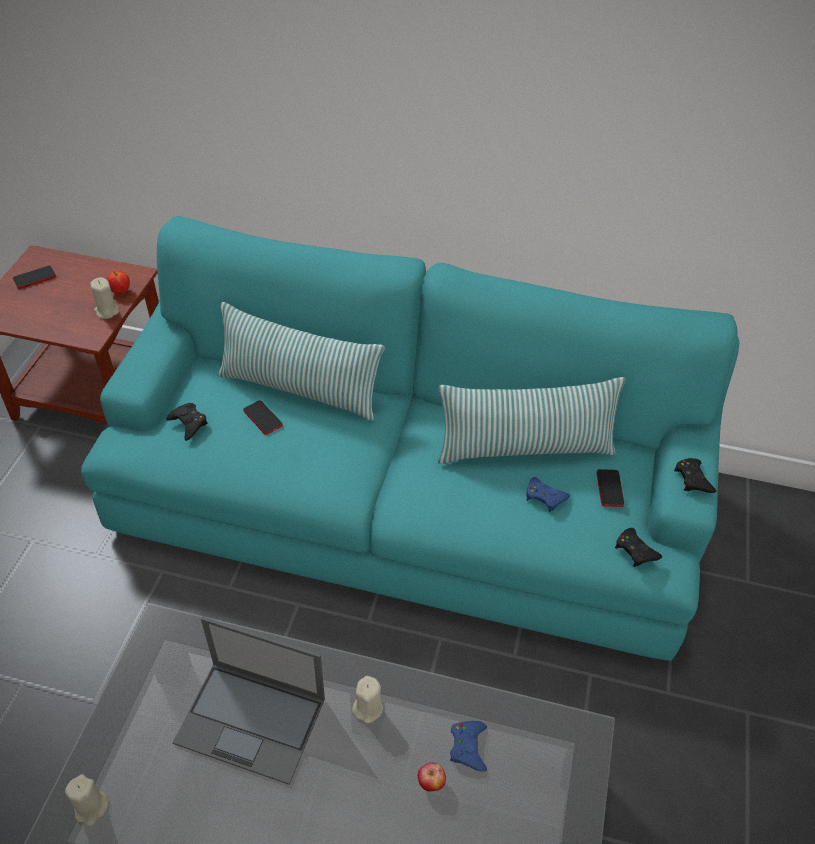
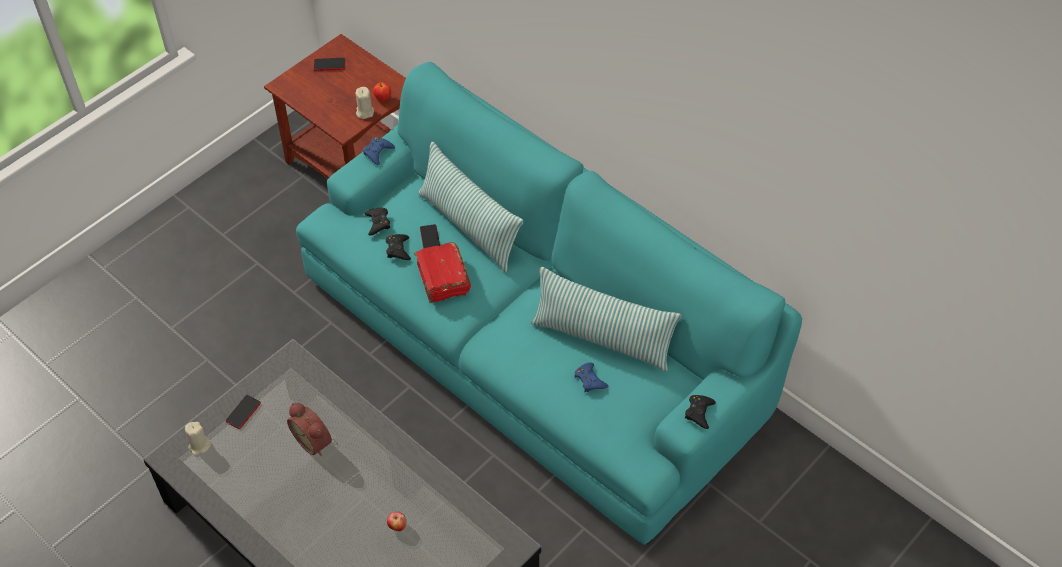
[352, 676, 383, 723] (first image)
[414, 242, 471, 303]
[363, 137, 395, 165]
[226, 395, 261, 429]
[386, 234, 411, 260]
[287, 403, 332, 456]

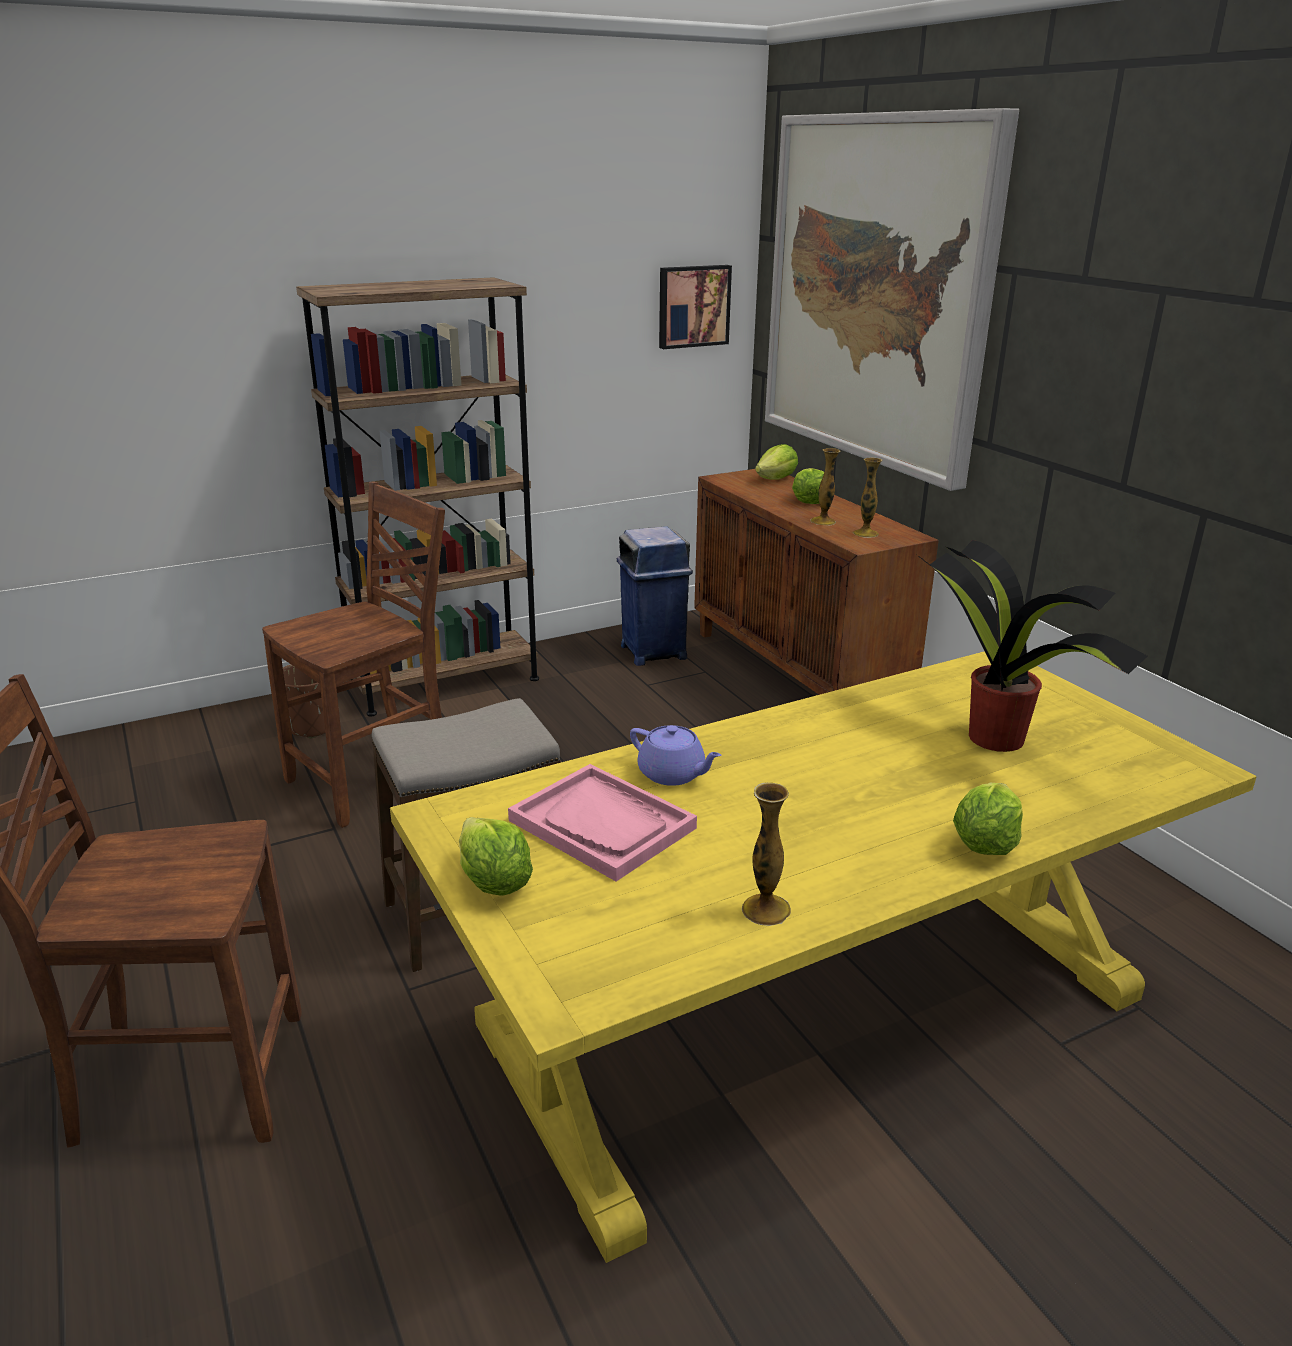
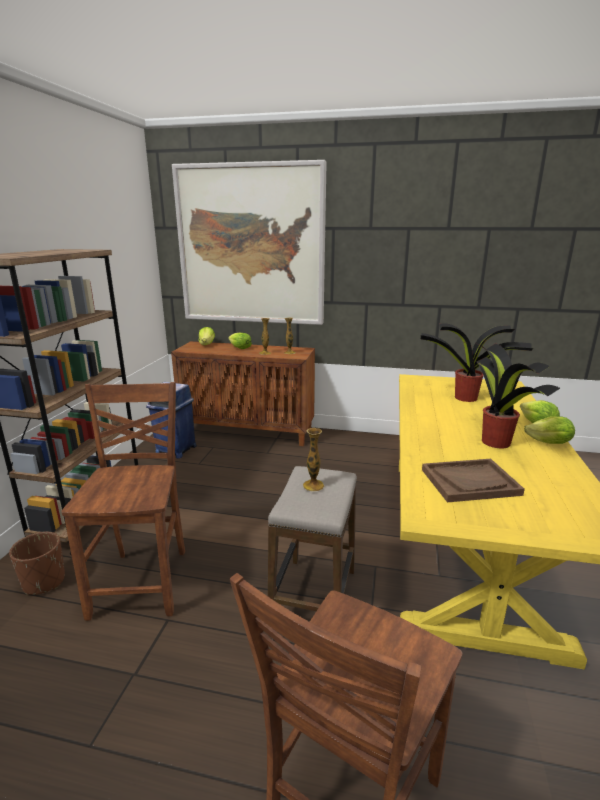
[630, 725, 721, 786] (first image)
[659, 265, 732, 349] (first image)
[477, 343, 560, 448]
[524, 416, 575, 444]
[303, 428, 325, 491]
[422, 459, 525, 502]

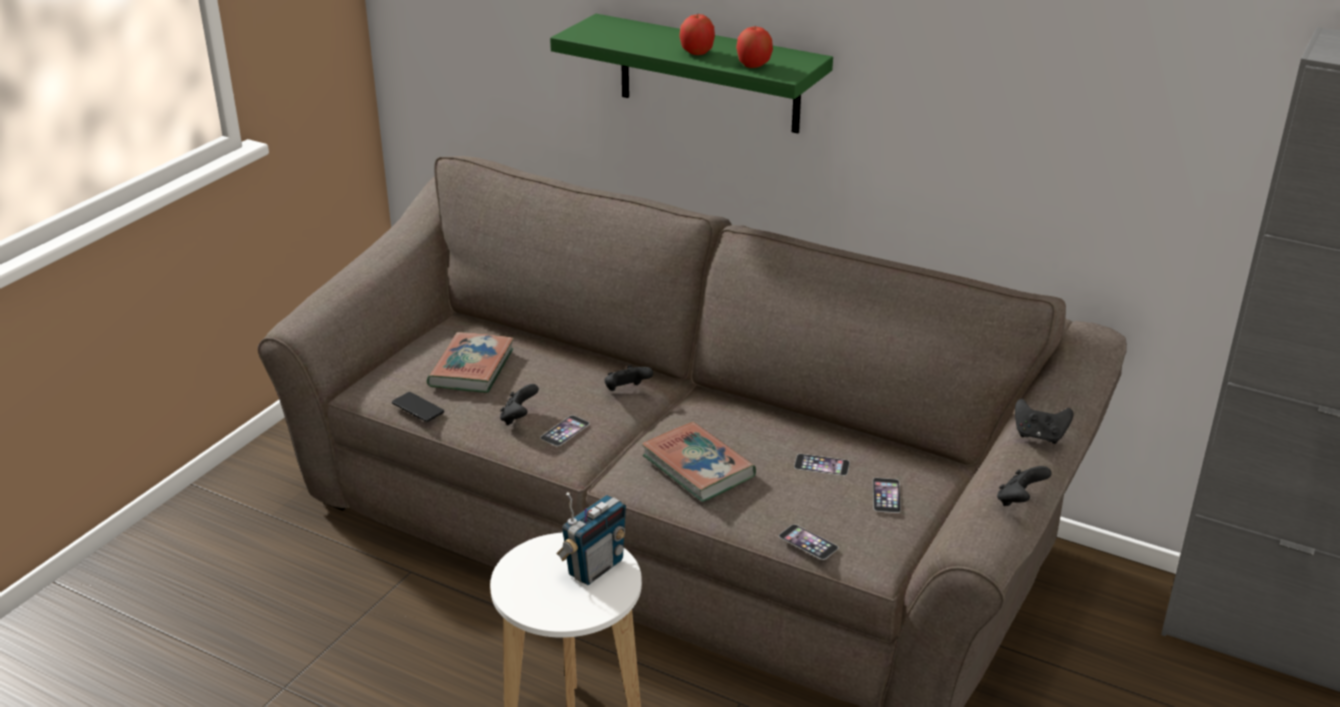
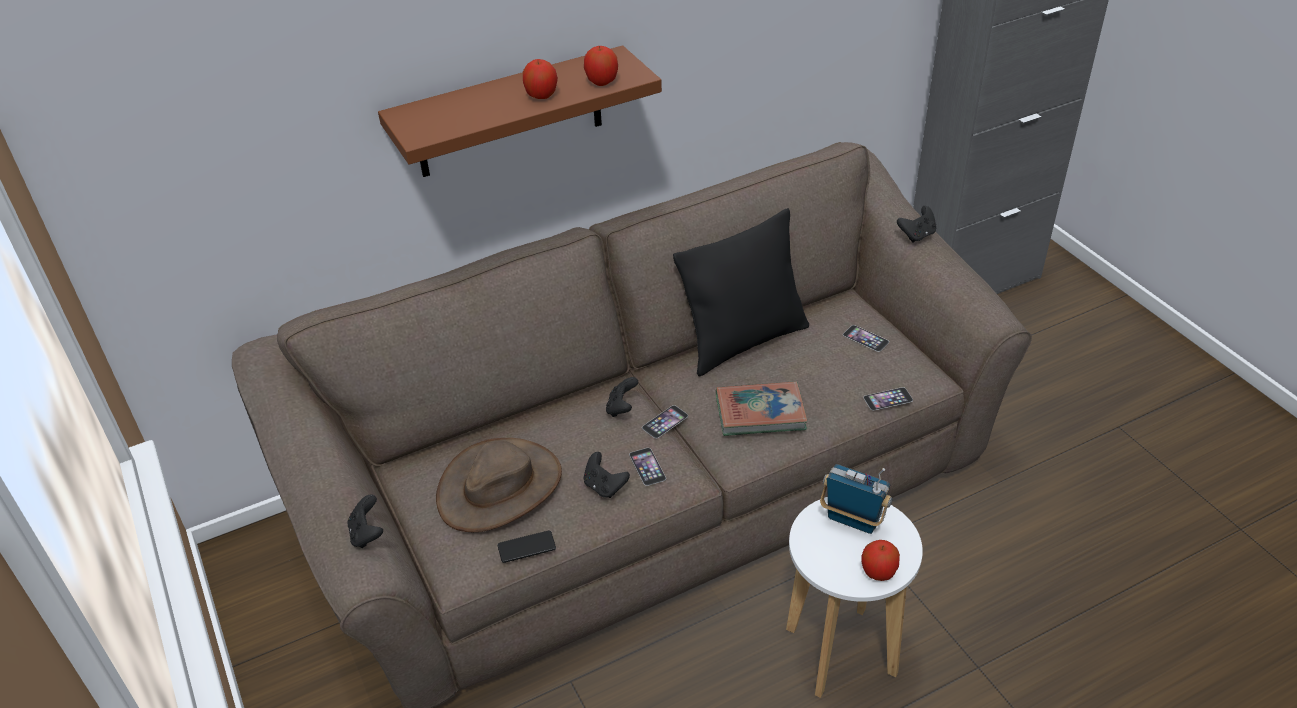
[673, 208, 809, 376]
[861, 540, 900, 581]
[642, 405, 688, 439]
[347, 494, 383, 548]
[436, 438, 562, 532]
[378, 45, 662, 177]
[820, 464, 893, 534]

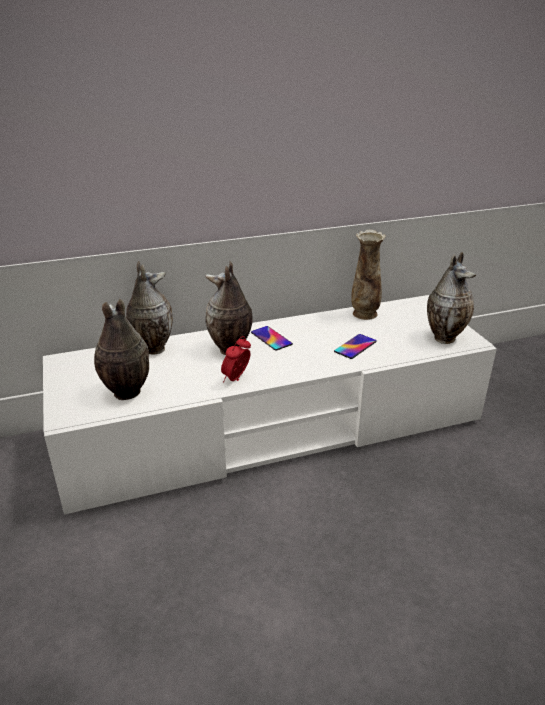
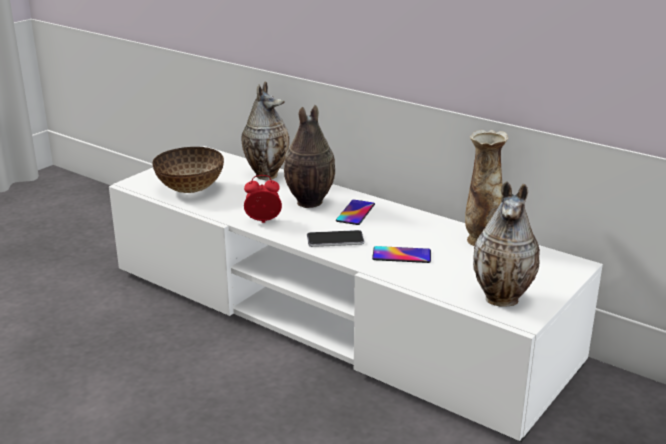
[307, 230, 365, 247]
[152, 147, 224, 193]

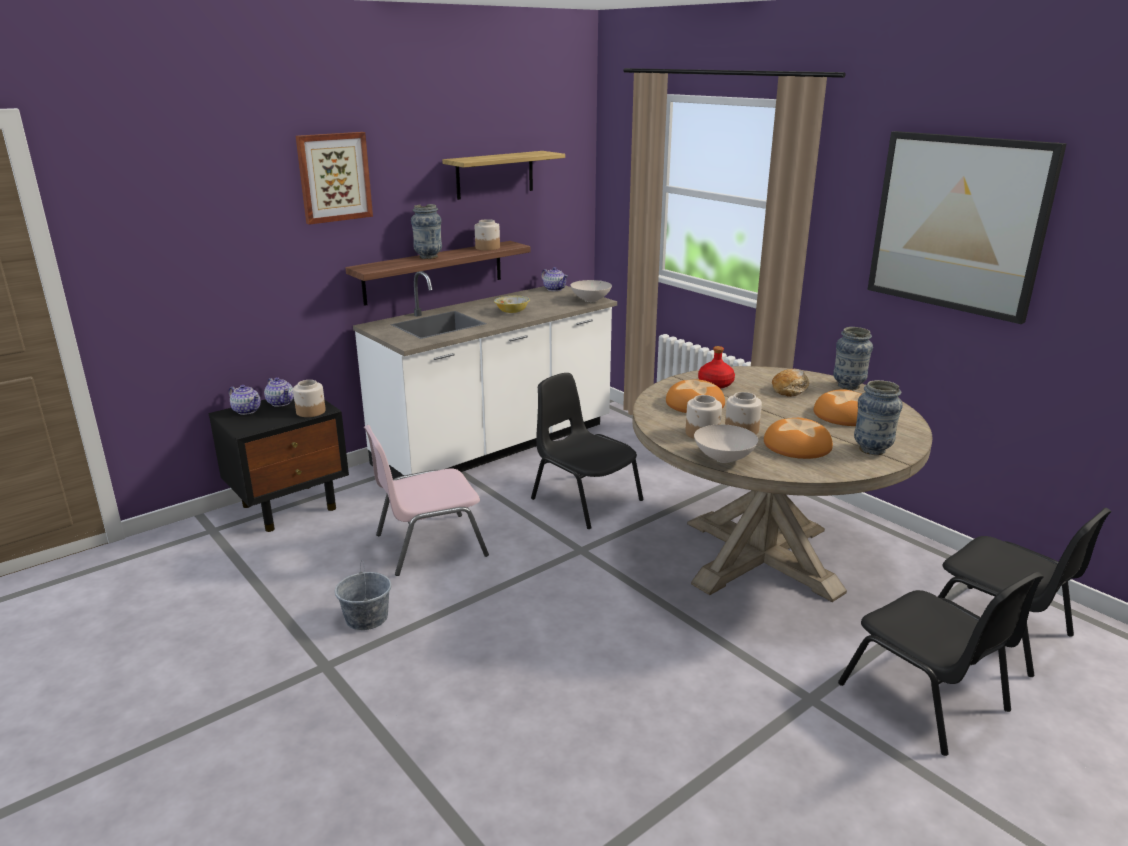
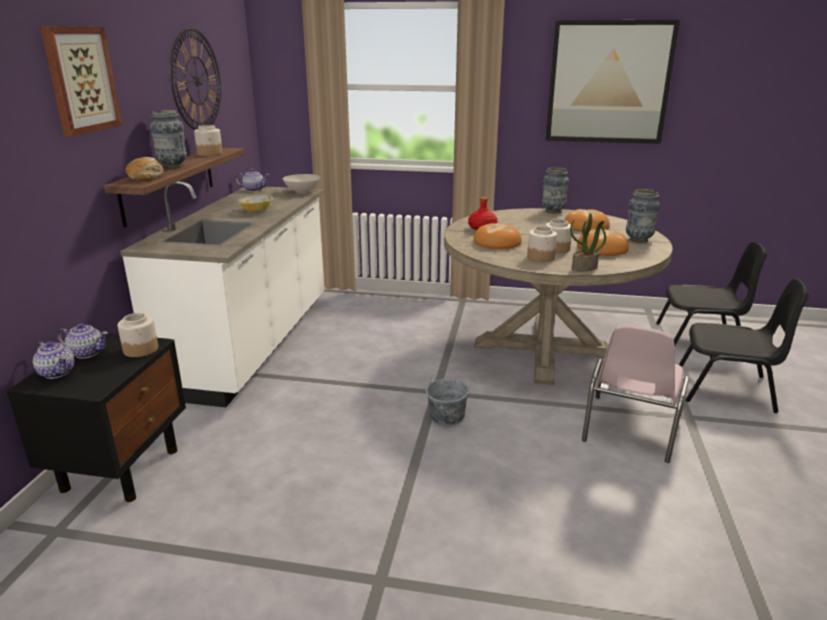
[531, 373, 643, 529] (first image)
[426, 368, 470, 426]
[582, 325, 689, 463]
[125, 157, 163, 181]
[170, 28, 221, 130]
[570, 213, 606, 272]
[33, 341, 75, 379]

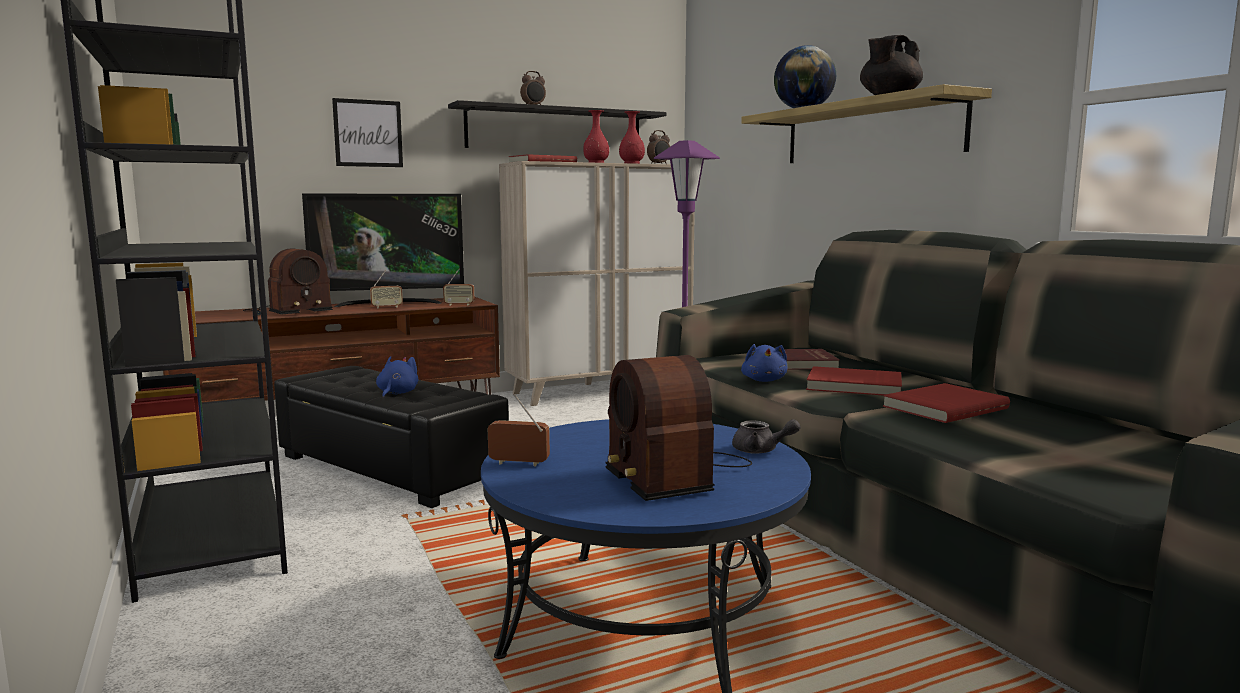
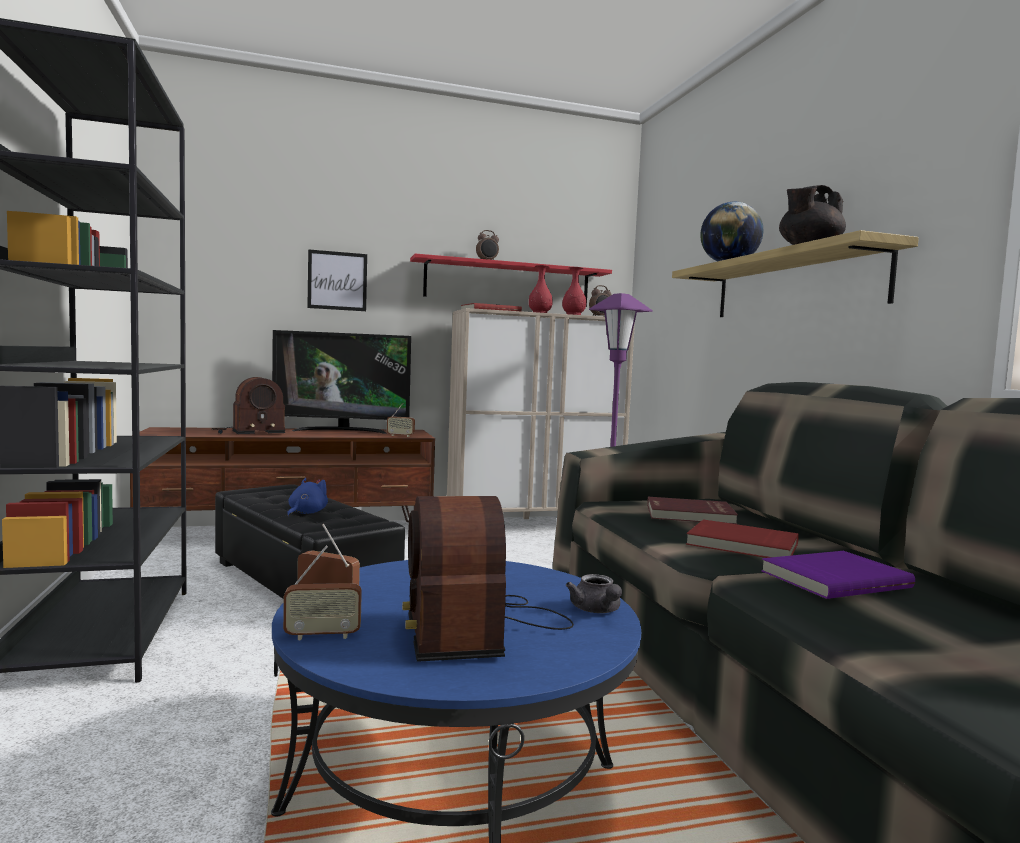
[741, 344, 787, 382] (first image)
[283, 546, 362, 640]
[410, 254, 612, 307]
[761, 551, 915, 599]
[566, 574, 622, 613]

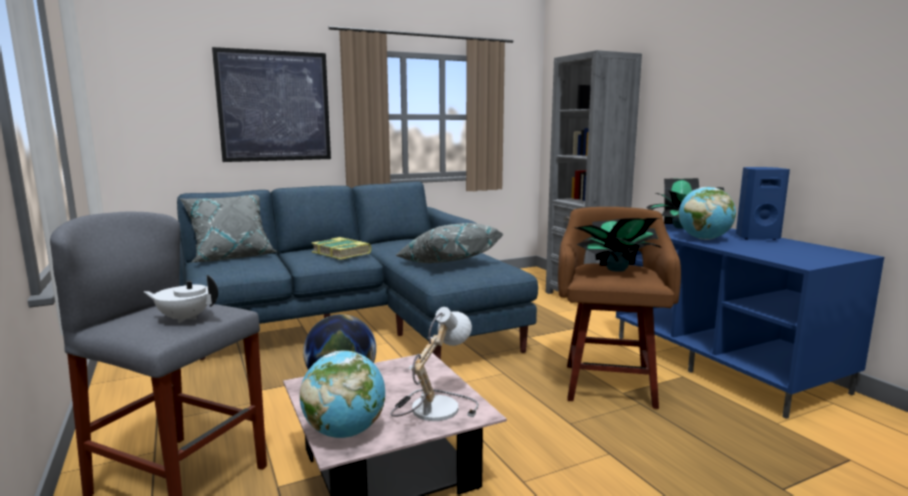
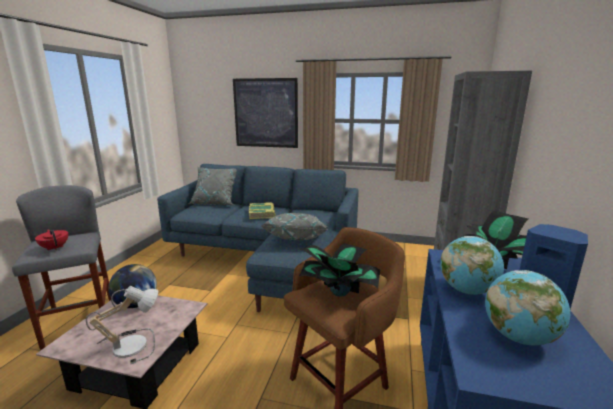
[485, 270, 570, 345]
[35, 230, 68, 250]

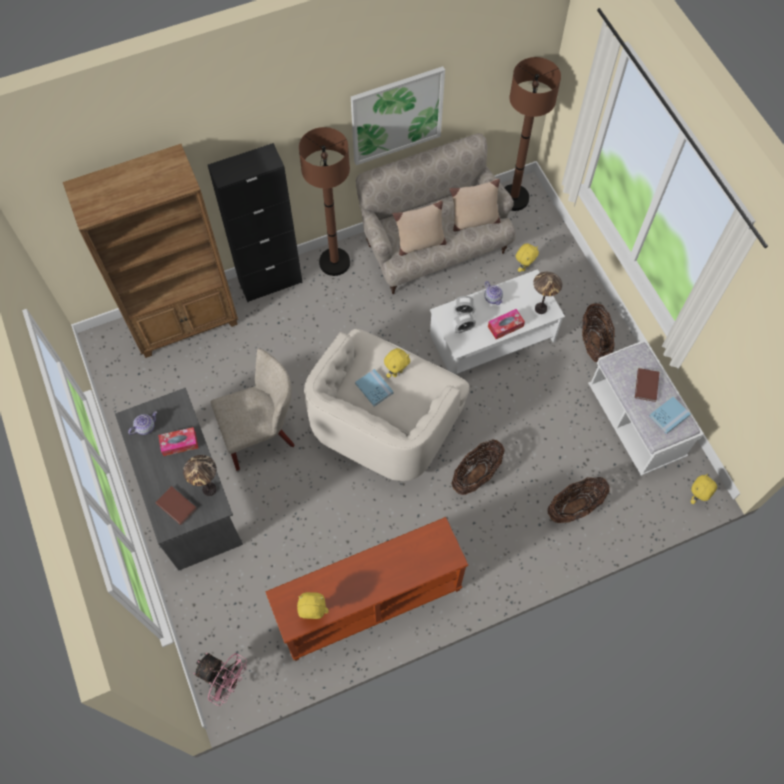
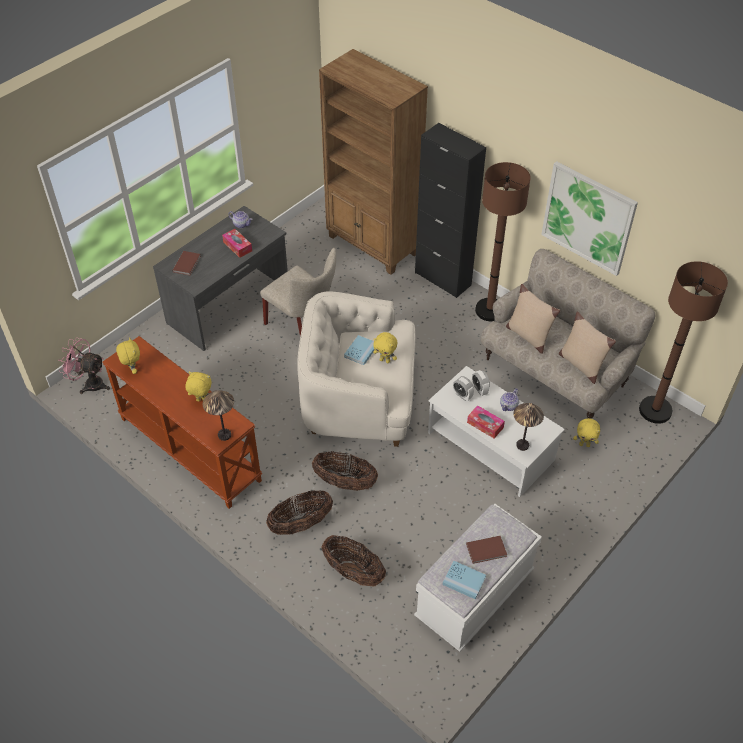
[203, 390, 234, 441]
[266, 490, 333, 535]
[185, 372, 212, 402]
[59, 338, 110, 394]

